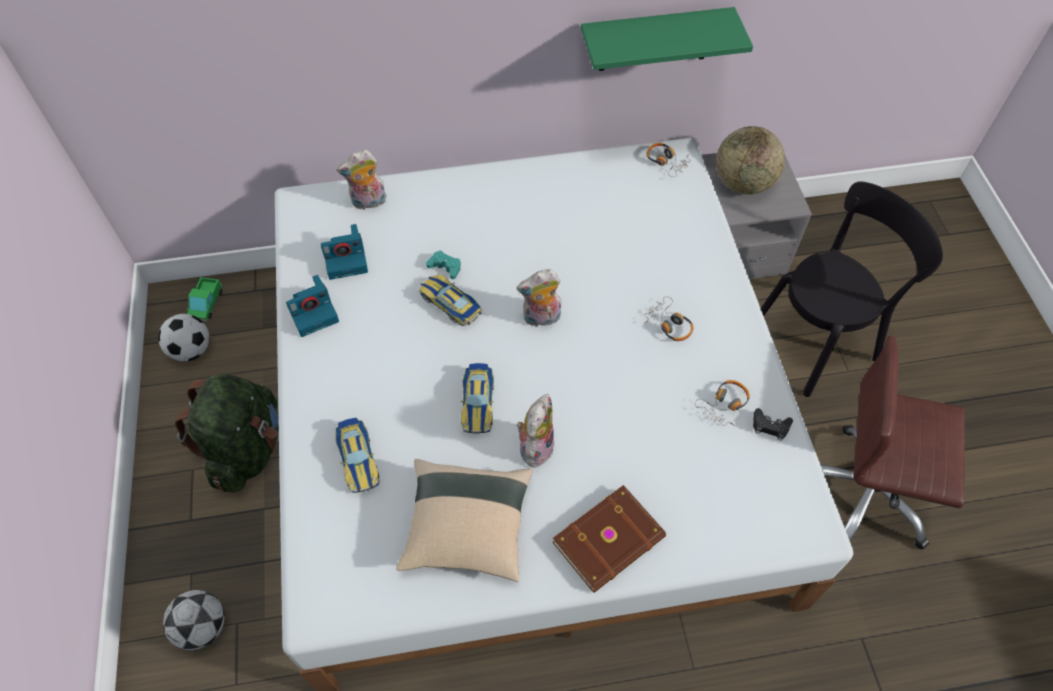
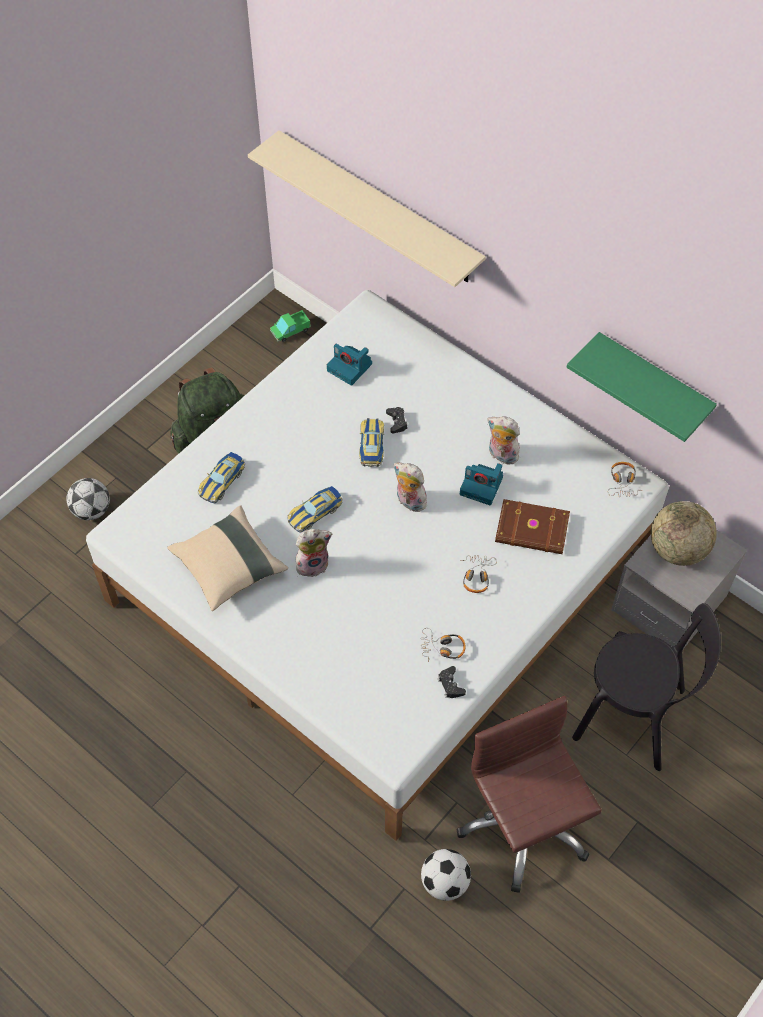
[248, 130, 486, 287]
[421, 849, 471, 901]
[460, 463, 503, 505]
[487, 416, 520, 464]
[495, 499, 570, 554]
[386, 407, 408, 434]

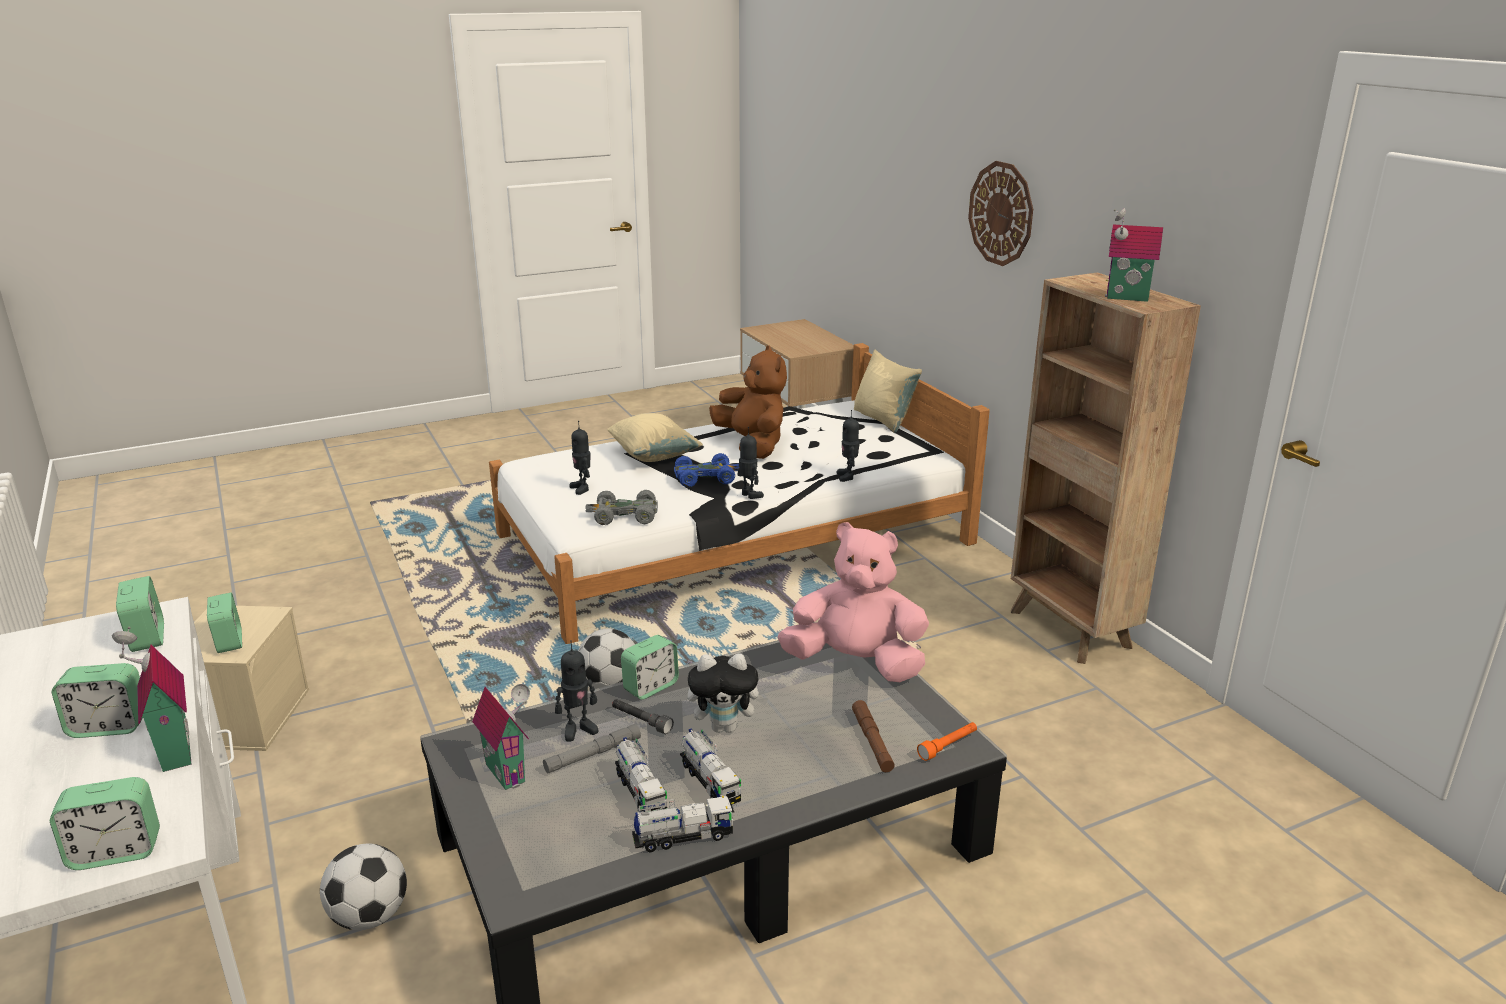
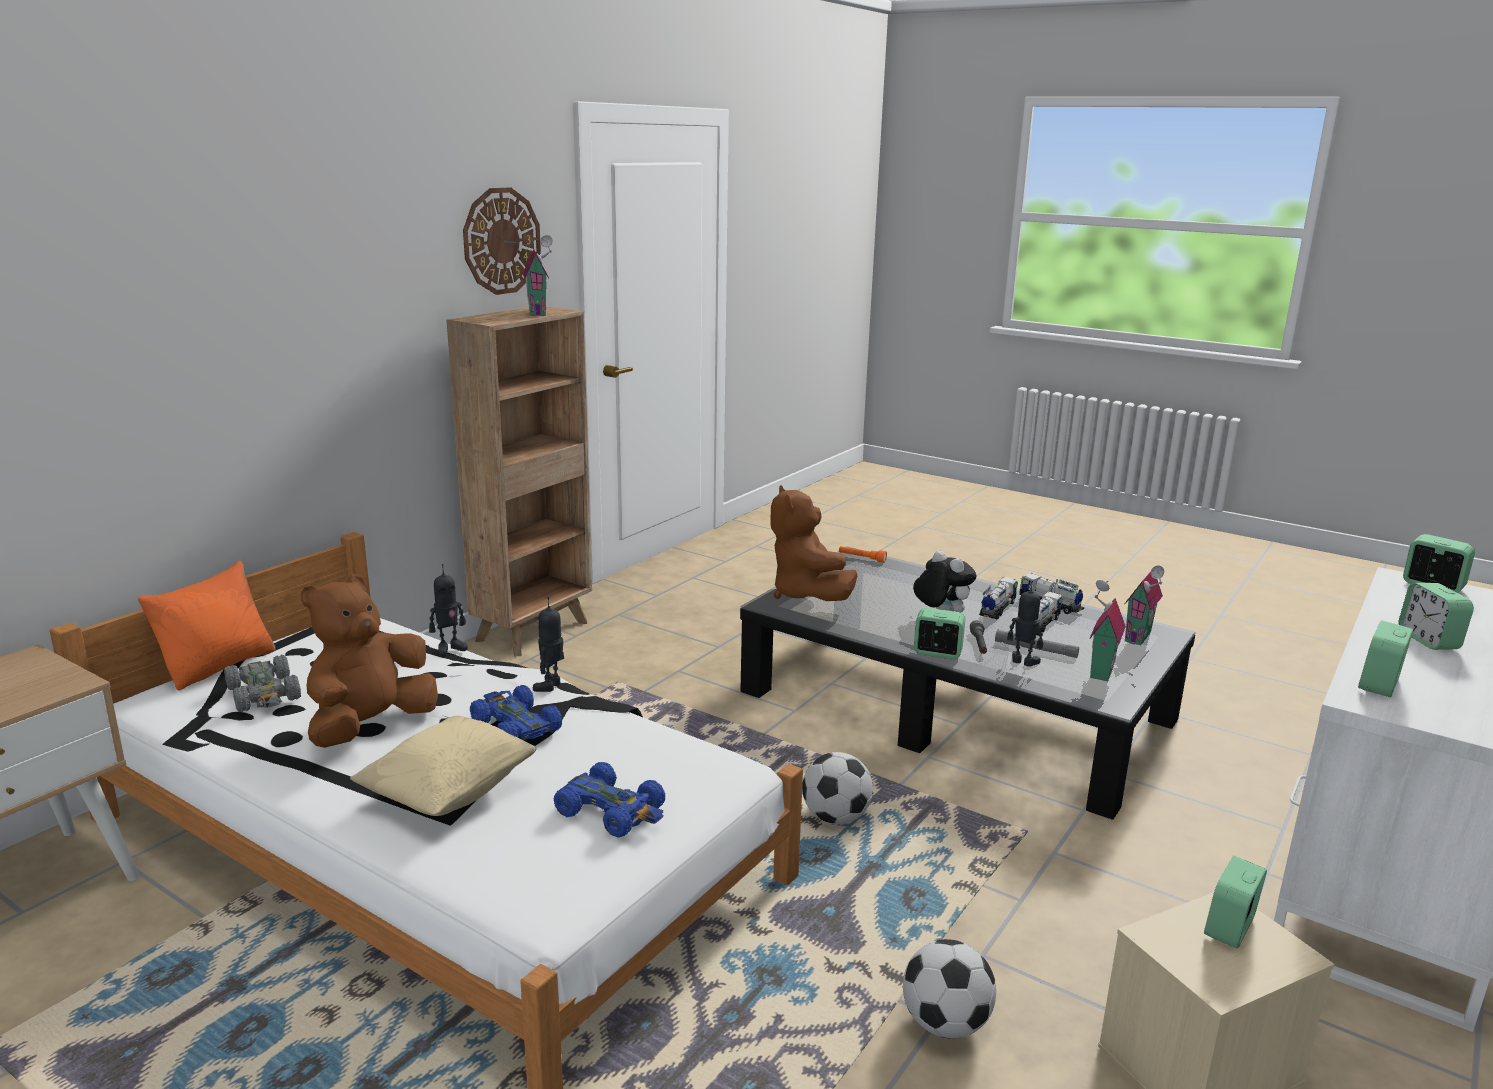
[852, 700, 895, 772] (first image)
[1124, 565, 1164, 645]
[903, 939, 996, 1039]
[224, 655, 301, 712]
[463, 188, 541, 295]
[554, 762, 665, 838]
[770, 485, 857, 601]
[138, 561, 276, 691]
[1398, 583, 1474, 650]

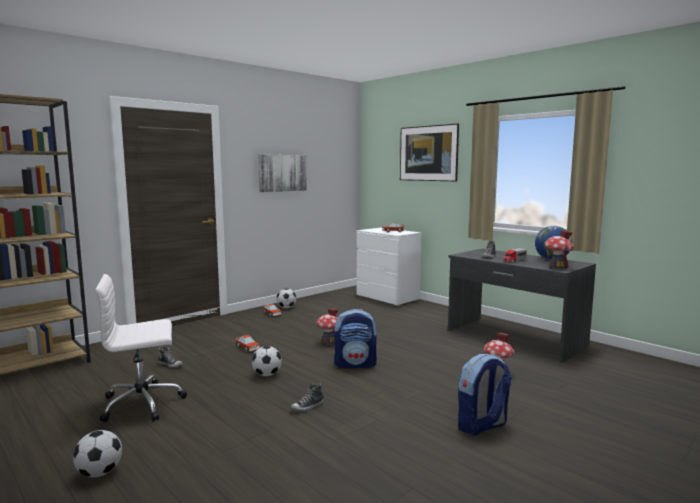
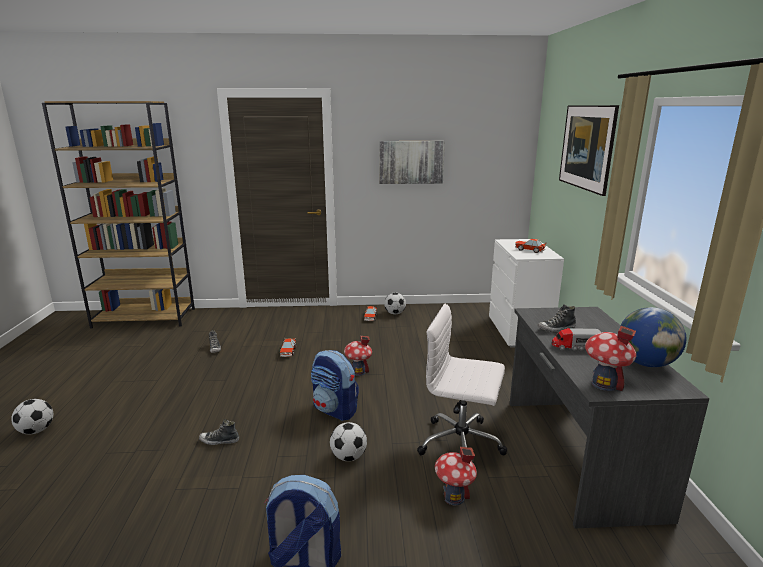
[417, 303, 507, 456]
[330, 422, 367, 461]

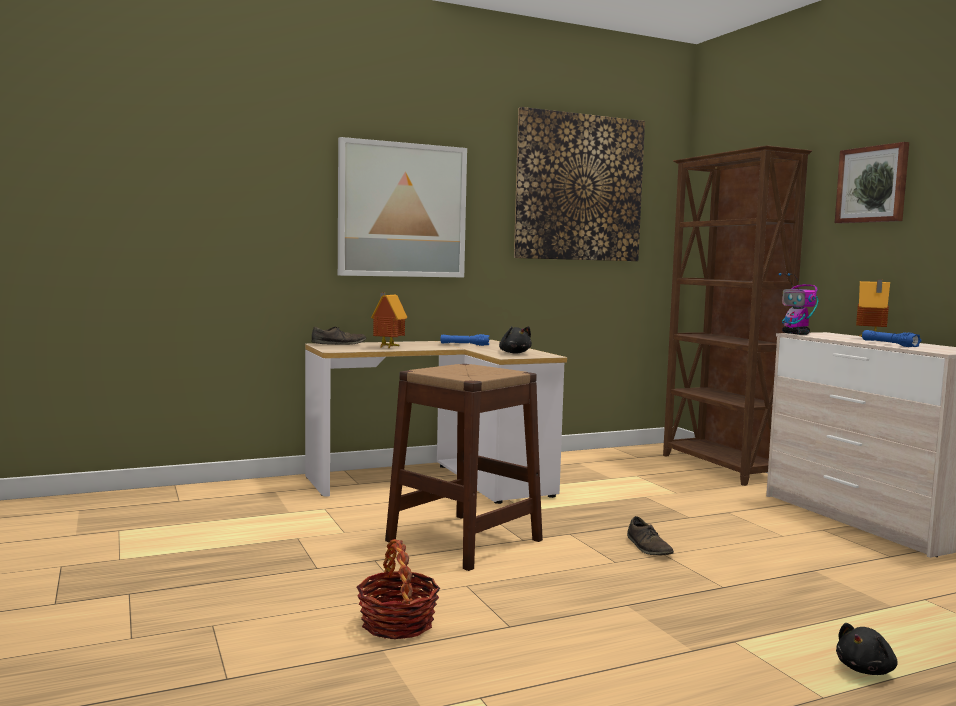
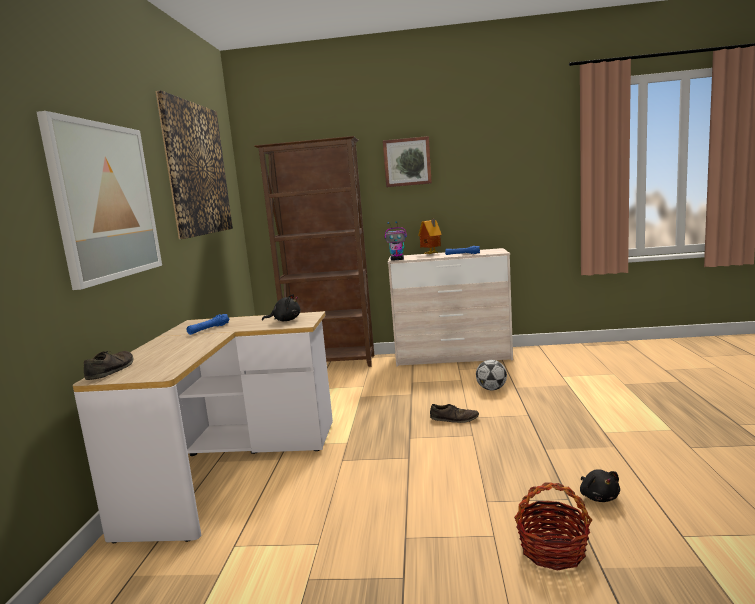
[371, 292, 408, 349] (first image)
[385, 364, 543, 571] (first image)
[476, 360, 507, 390]
[580, 469, 620, 502]

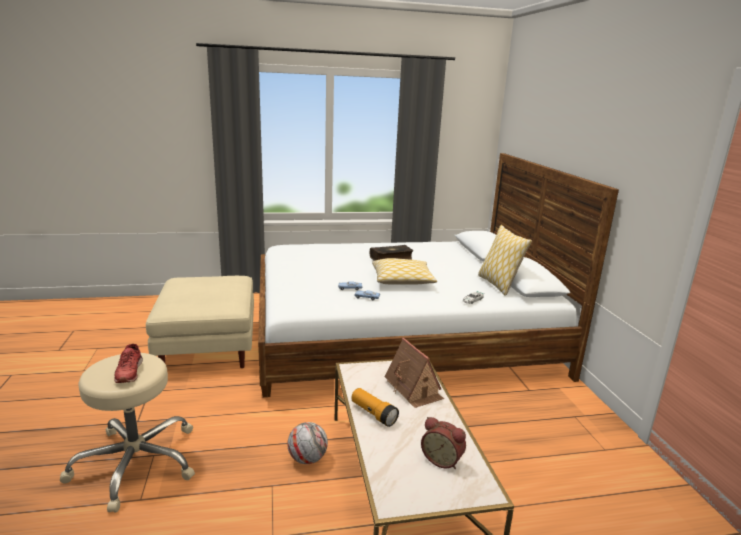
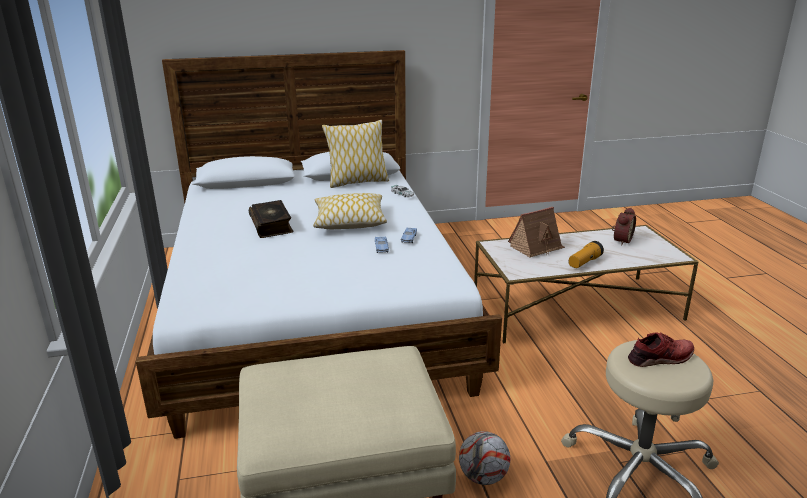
[459, 431, 510, 485]

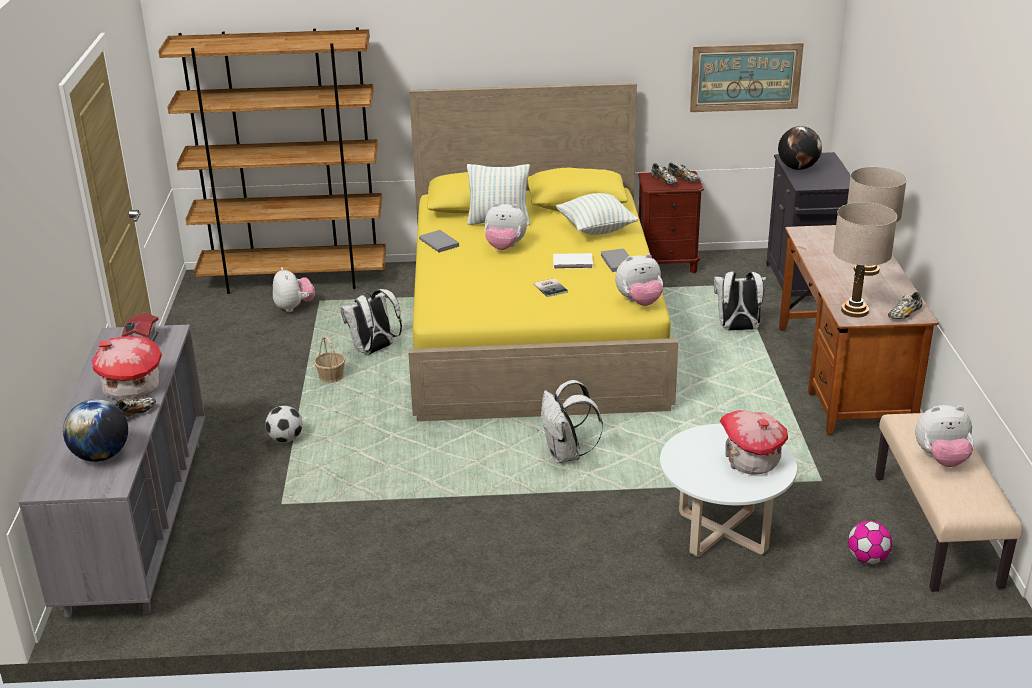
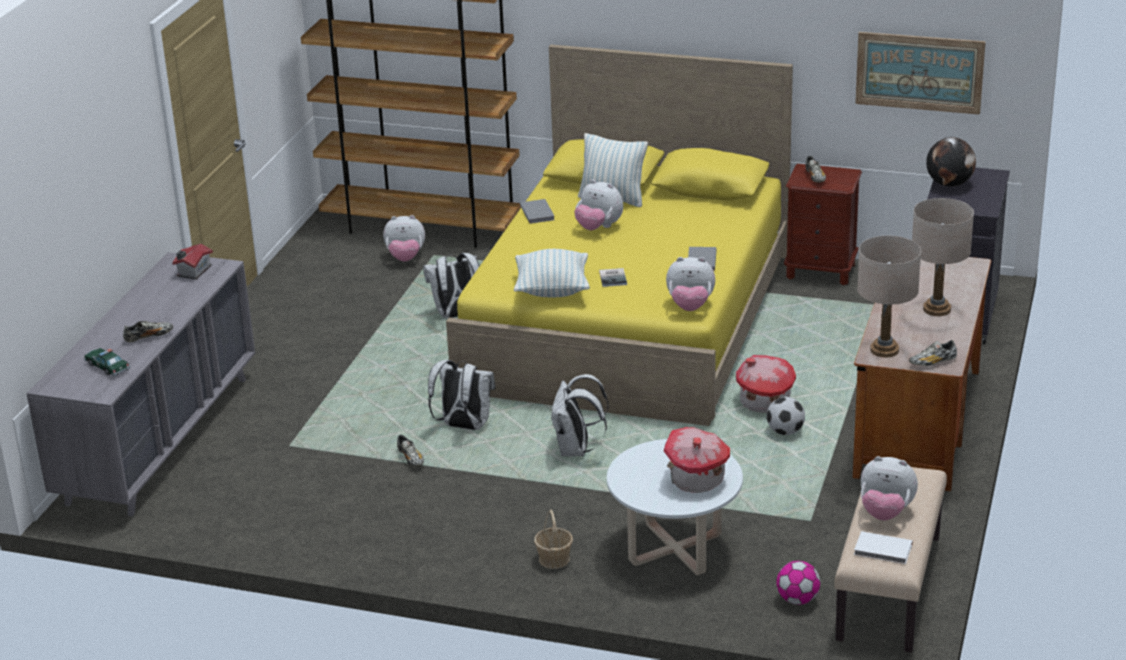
[736, 355, 796, 413]
[767, 397, 805, 435]
[534, 510, 573, 569]
[854, 531, 913, 564]
[514, 249, 590, 297]
[397, 435, 424, 467]
[428, 360, 496, 430]
[84, 348, 130, 376]
[383, 215, 425, 262]

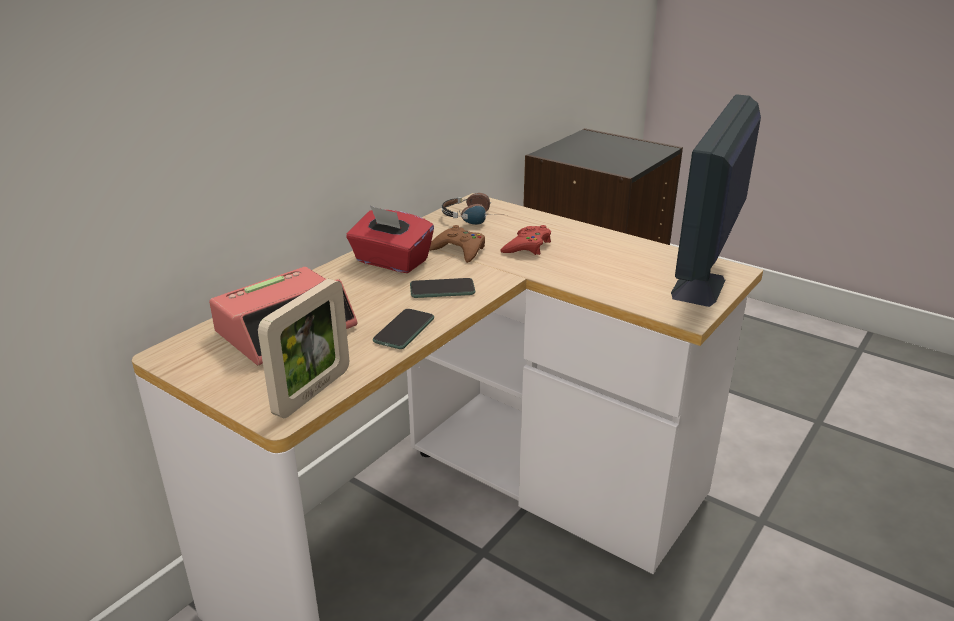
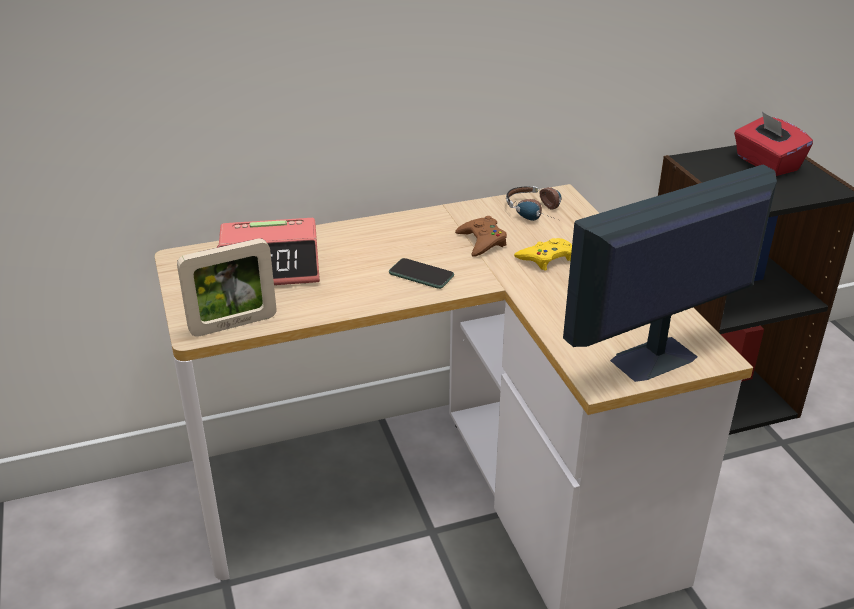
[373, 309, 434, 349] (first image)
[734, 111, 813, 176]
[514, 238, 572, 271]

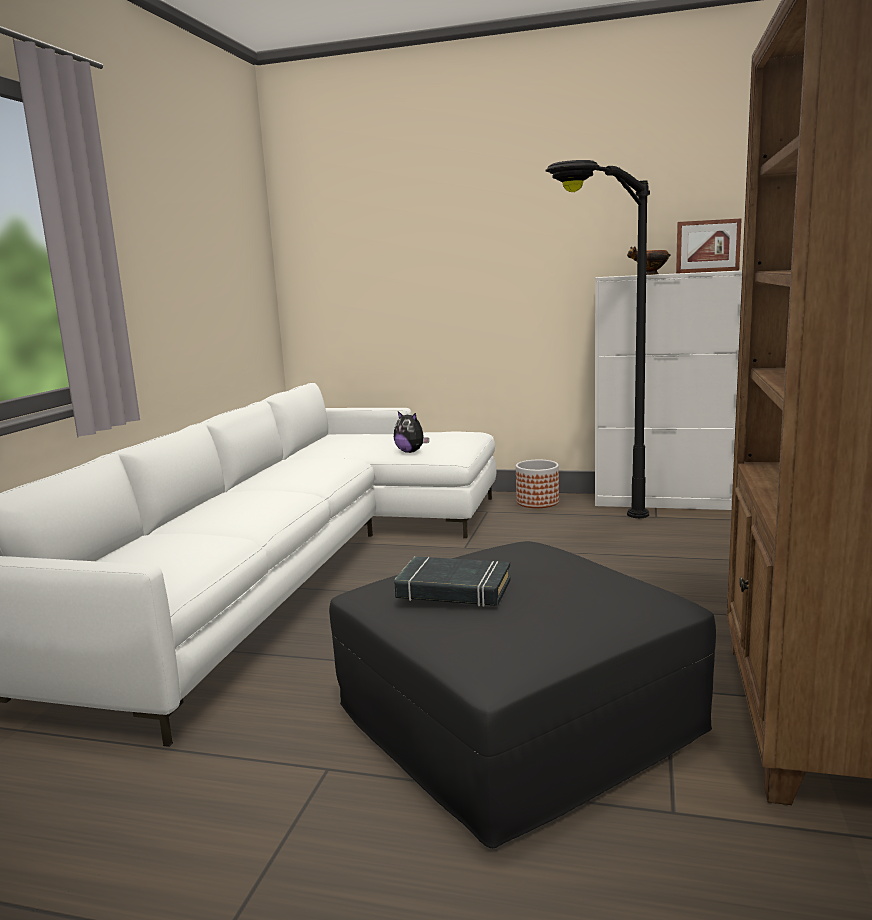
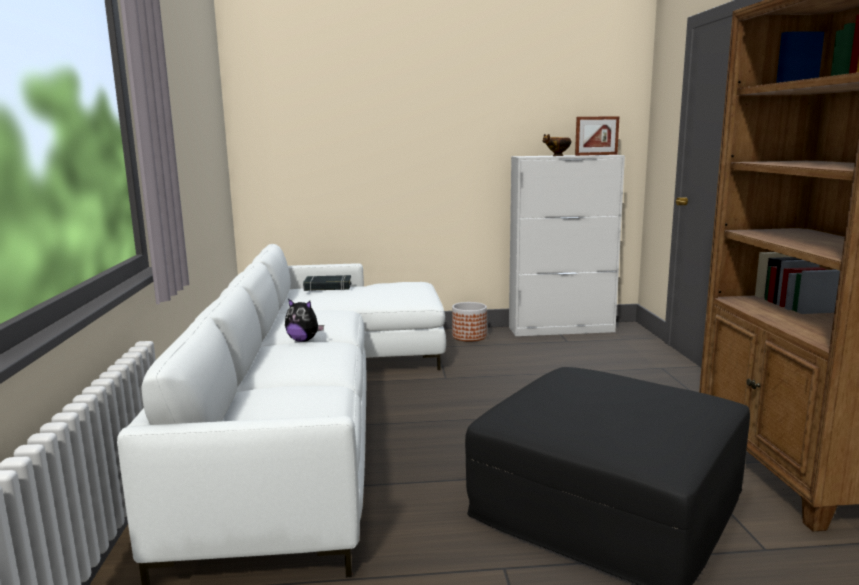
[545, 160, 650, 518] (first image)
[285, 299, 324, 342]
[303, 275, 351, 291]

